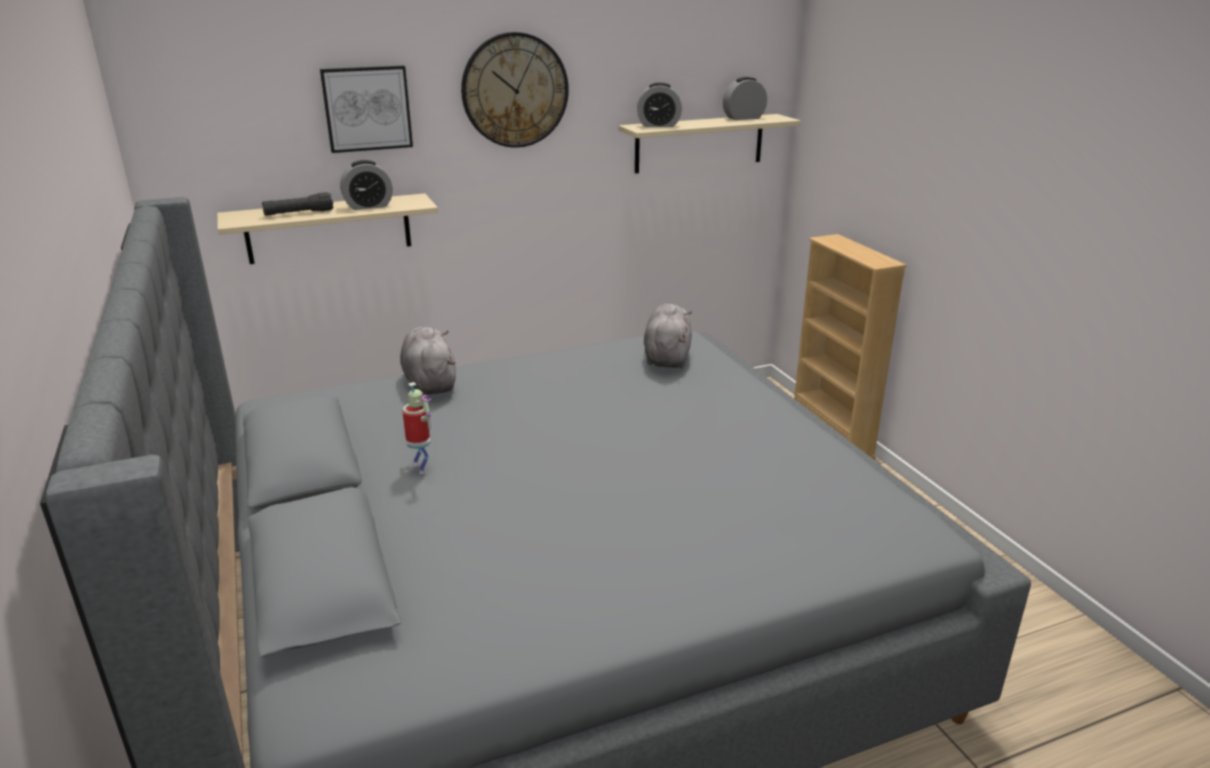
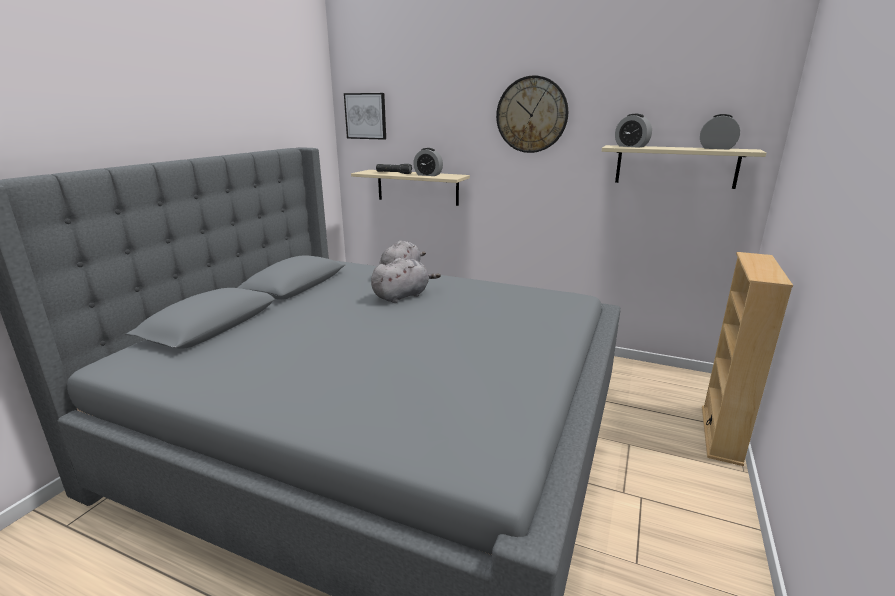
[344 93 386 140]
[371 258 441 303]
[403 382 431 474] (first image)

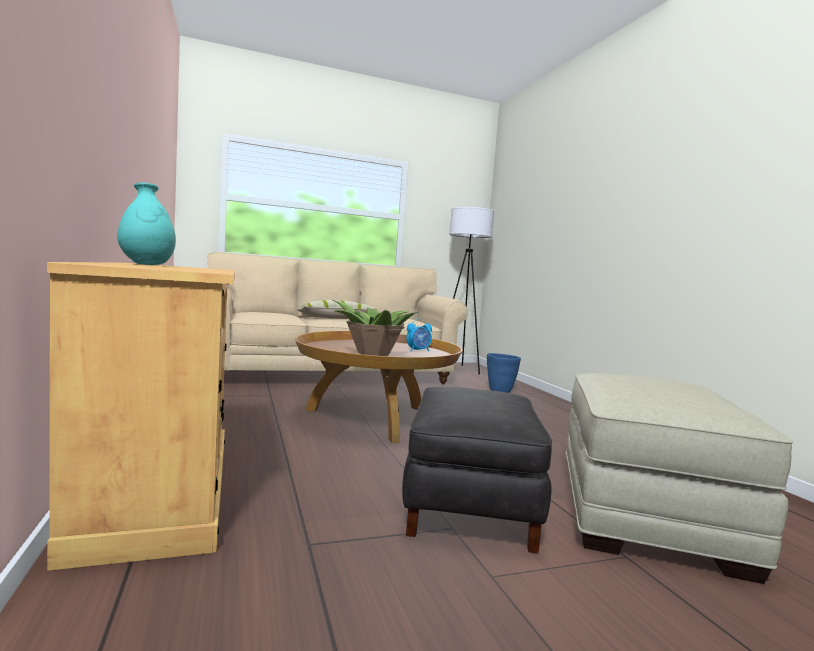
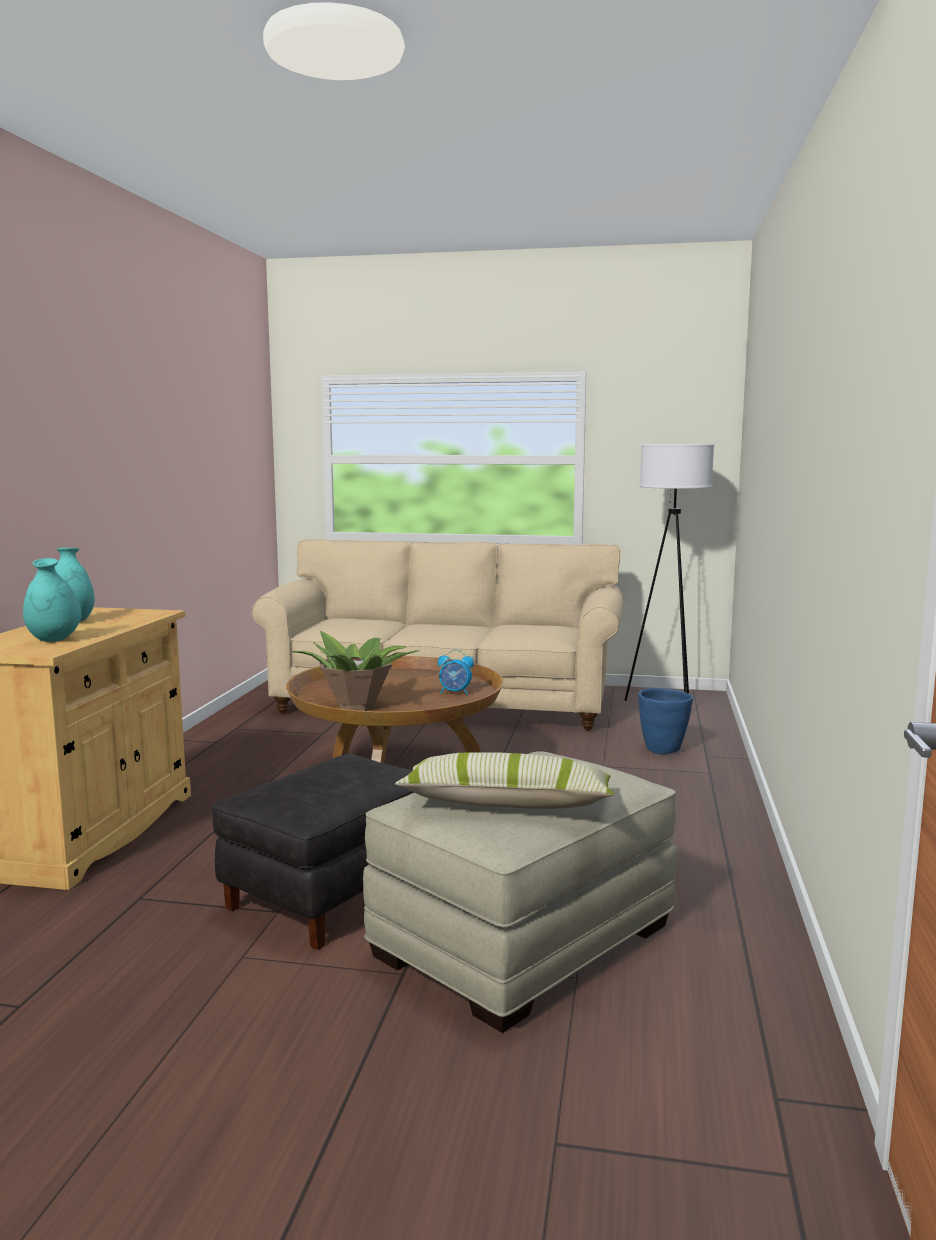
[23 558 82 642]
[395 752 614 809]

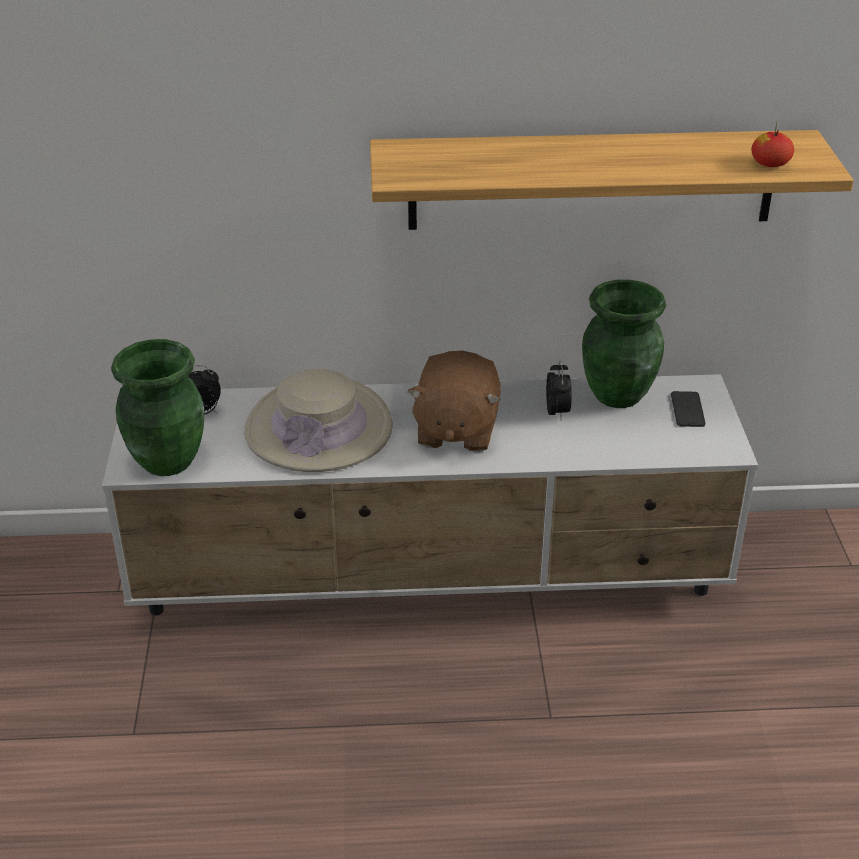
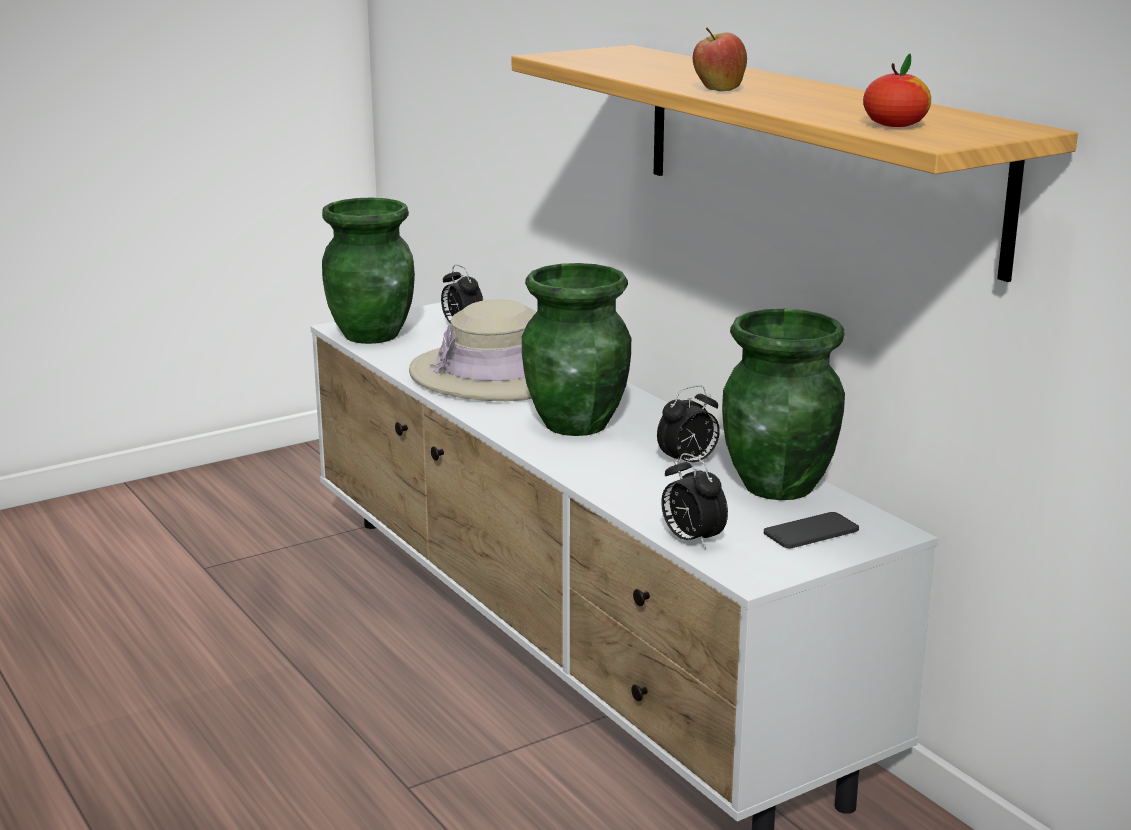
[522 263 631 436]
[661 453 728 550]
[693 27 747 92]

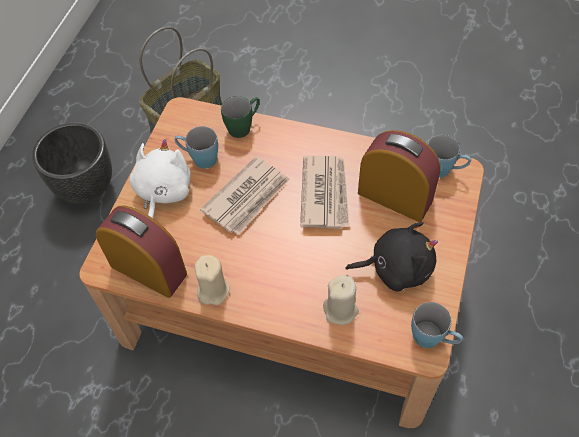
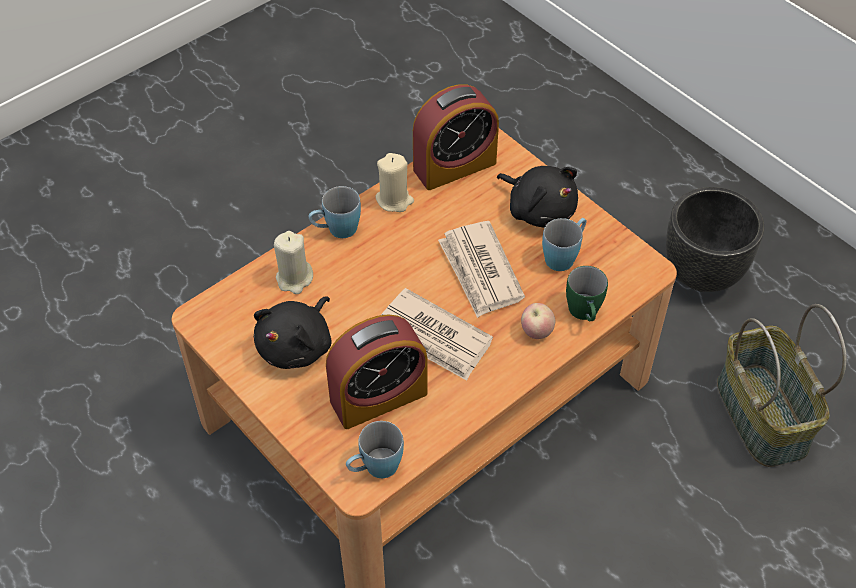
[309 186 361 238]
[497 166 578 228]
[521 303 555 339]

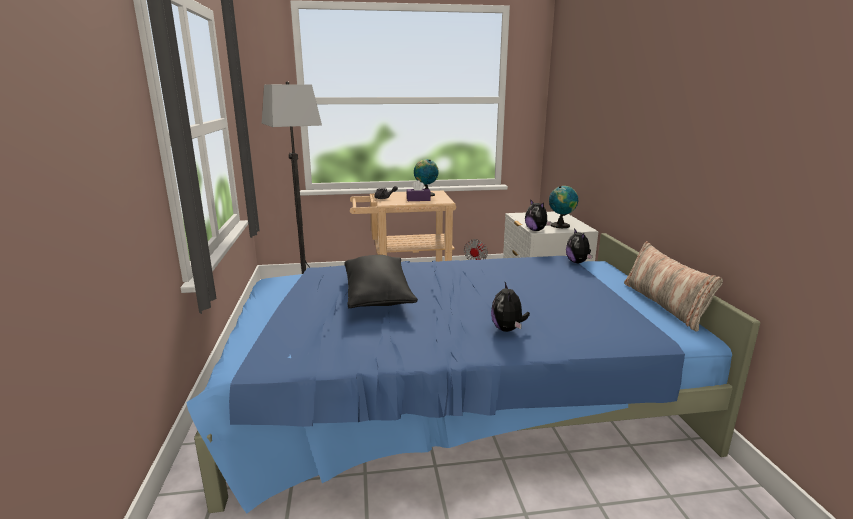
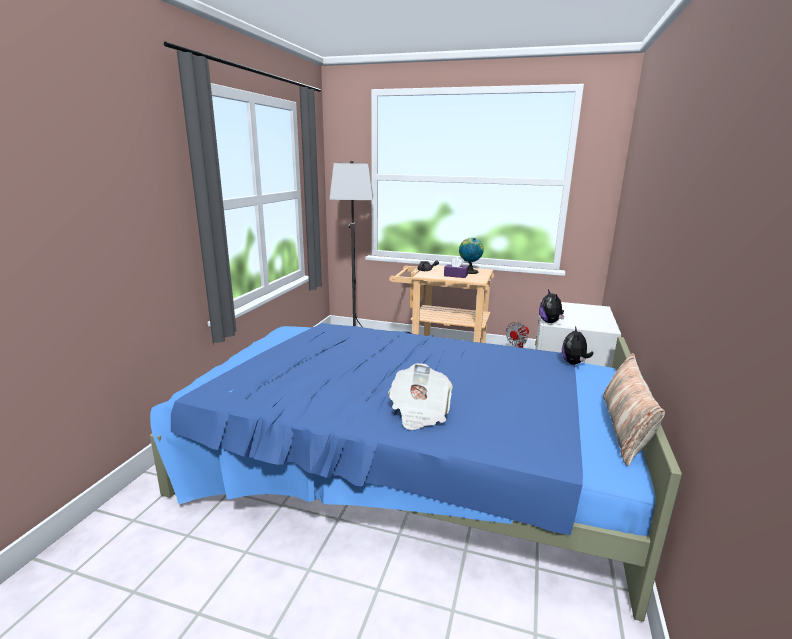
[388 363 453 430]
[344 255 418 308] (first image)
[549 186 578 228] (first image)

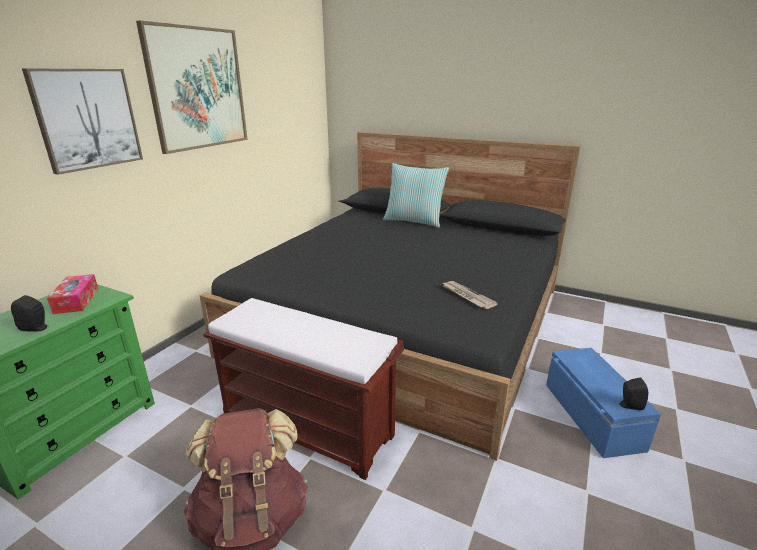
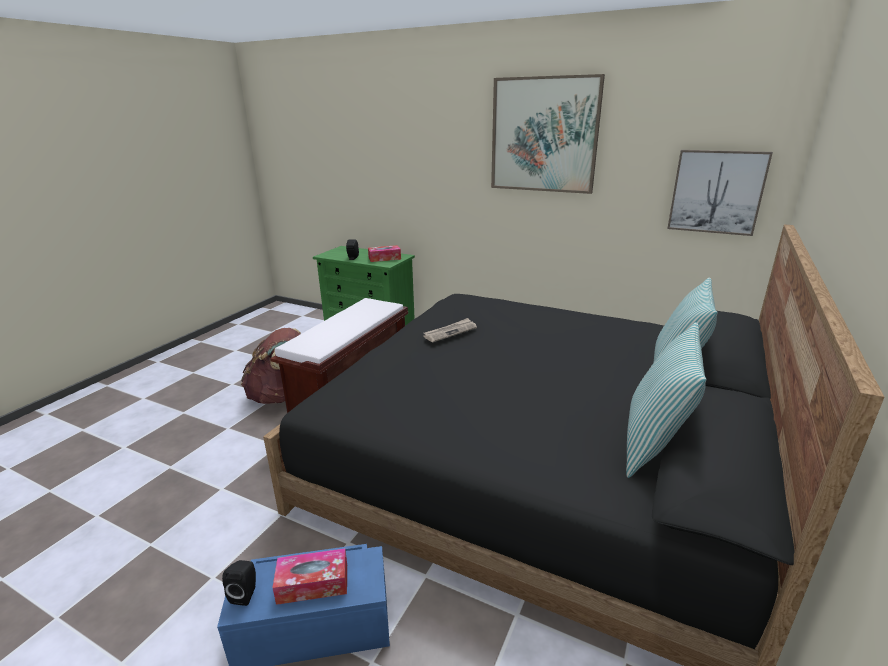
[273 548 347 605]
[423 318 477 342]
[626 322 706 478]
[667 150 773 236]

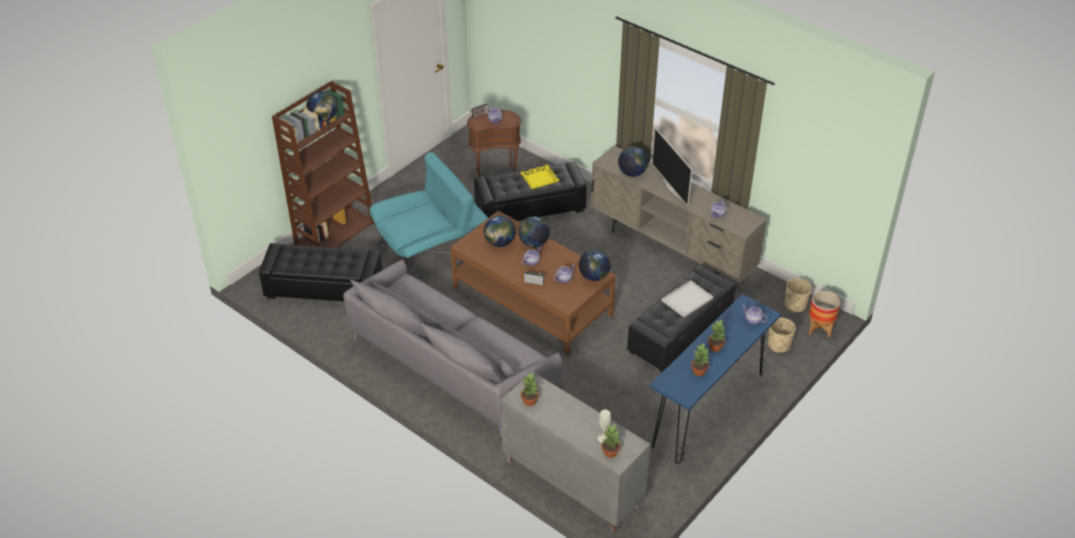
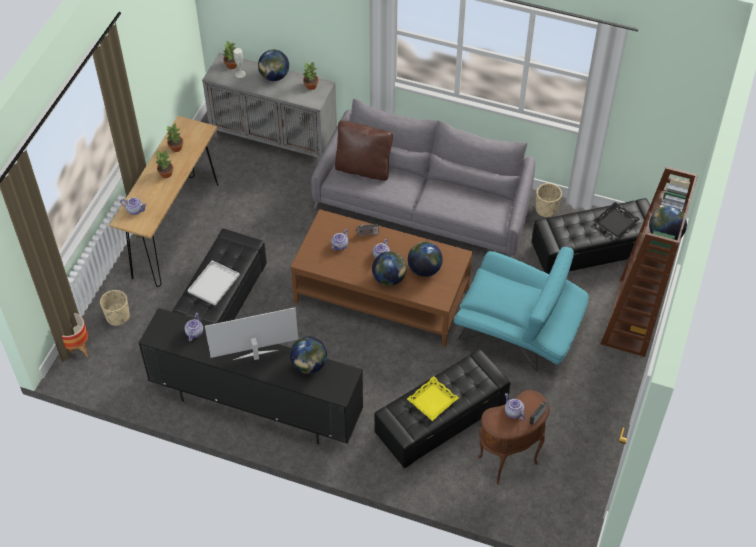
[109 116 218 287]
[138 308 363 445]
[205 307 298 360]
[258 49 289 81]
[335 120 393 181]
[454 247 589 372]
[536 183 562 217]
[593 202 640 238]

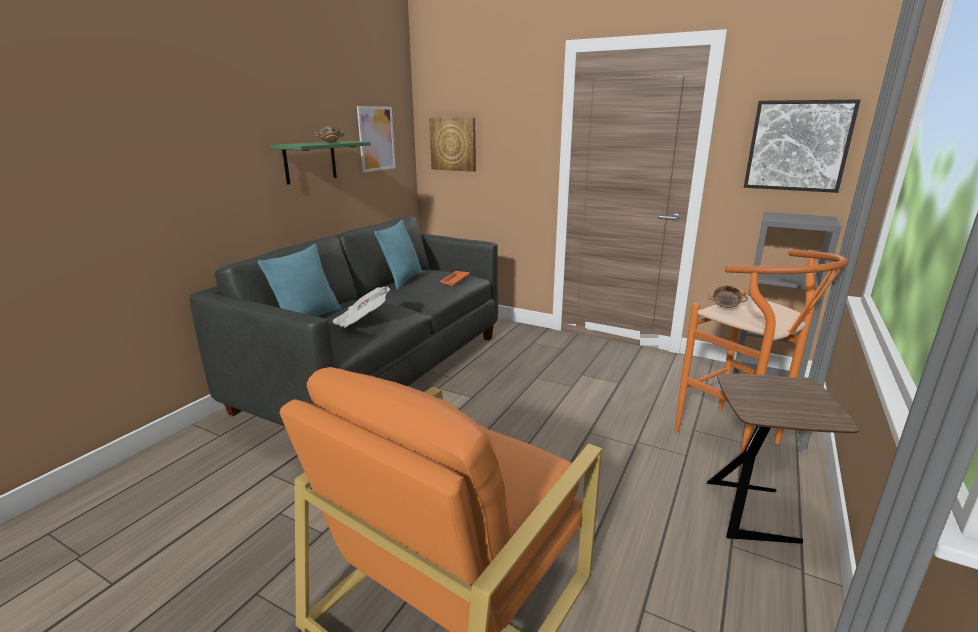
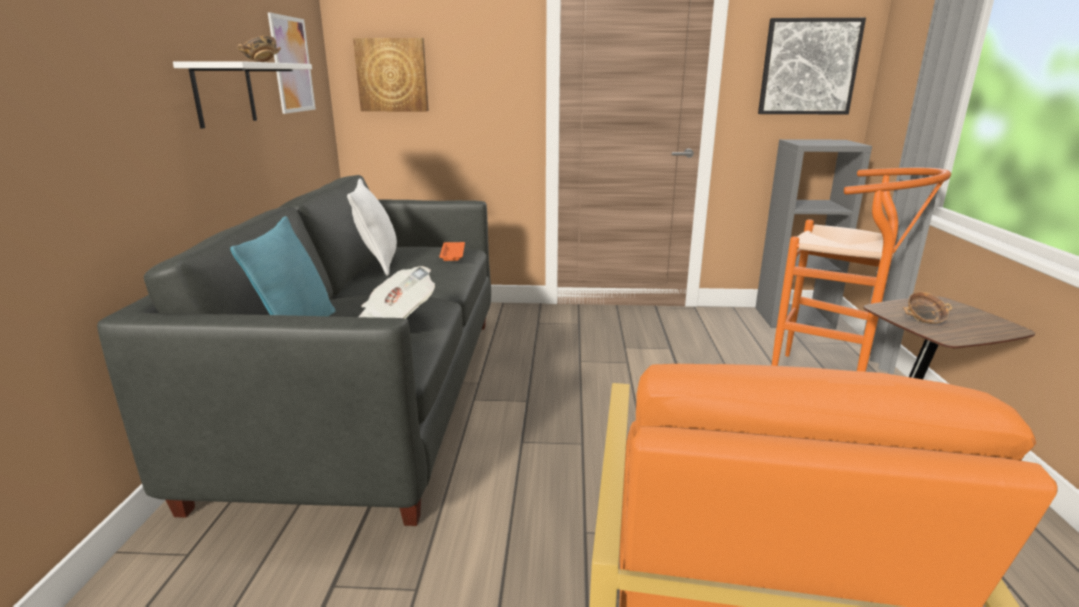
[173 61 312 128]
[347 178 397 276]
[903 292 953 324]

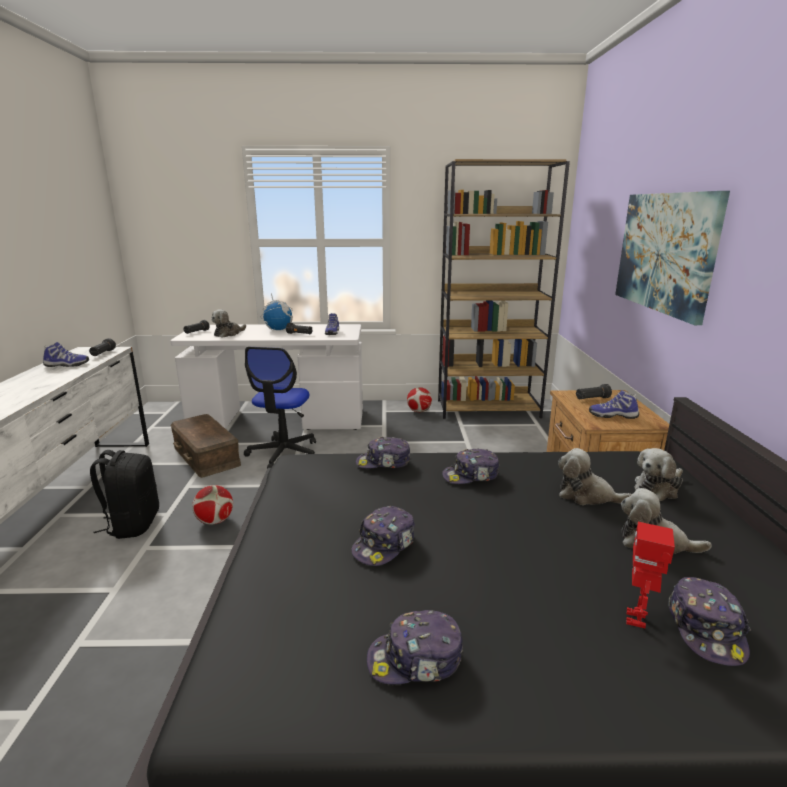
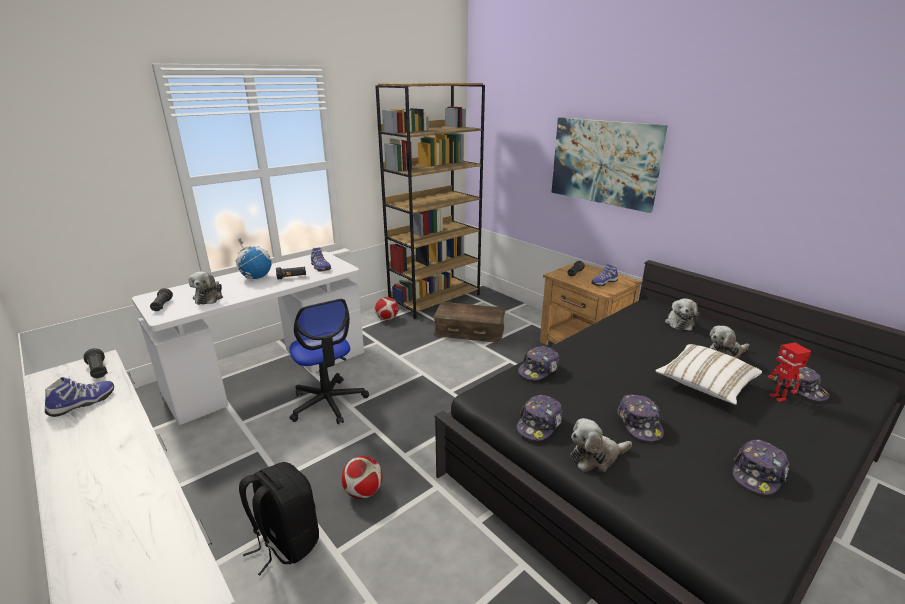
[434 302 506 343]
[517 395 562 441]
[570 418 632 472]
[655 344 762 405]

